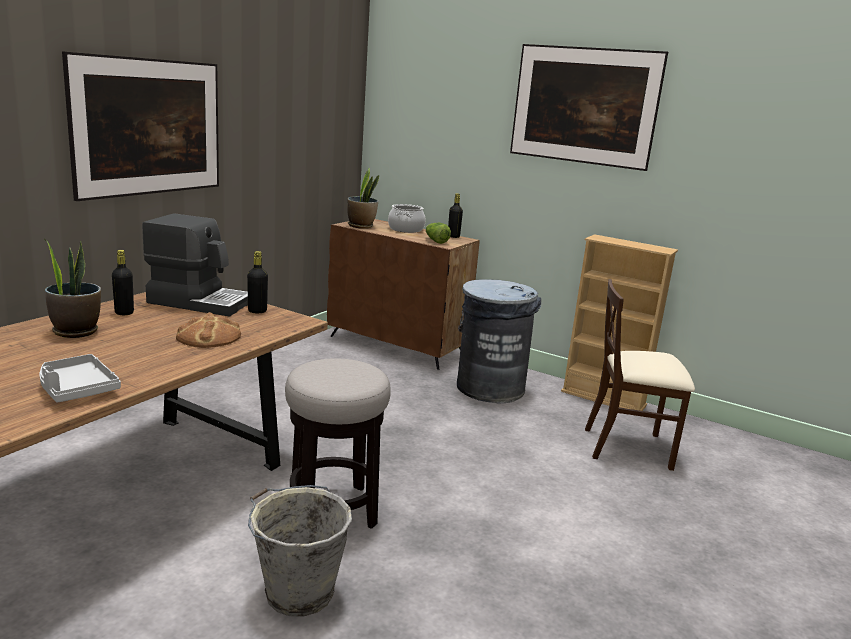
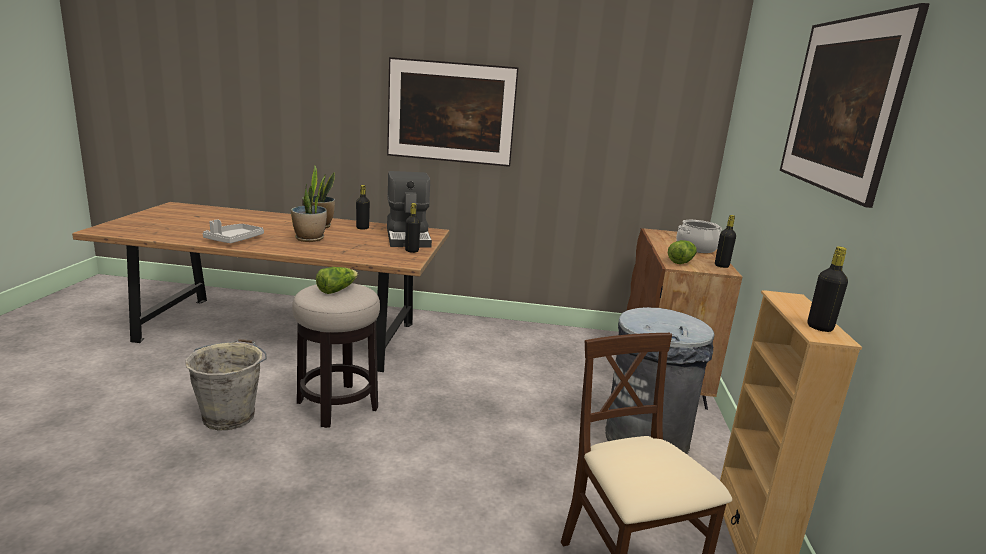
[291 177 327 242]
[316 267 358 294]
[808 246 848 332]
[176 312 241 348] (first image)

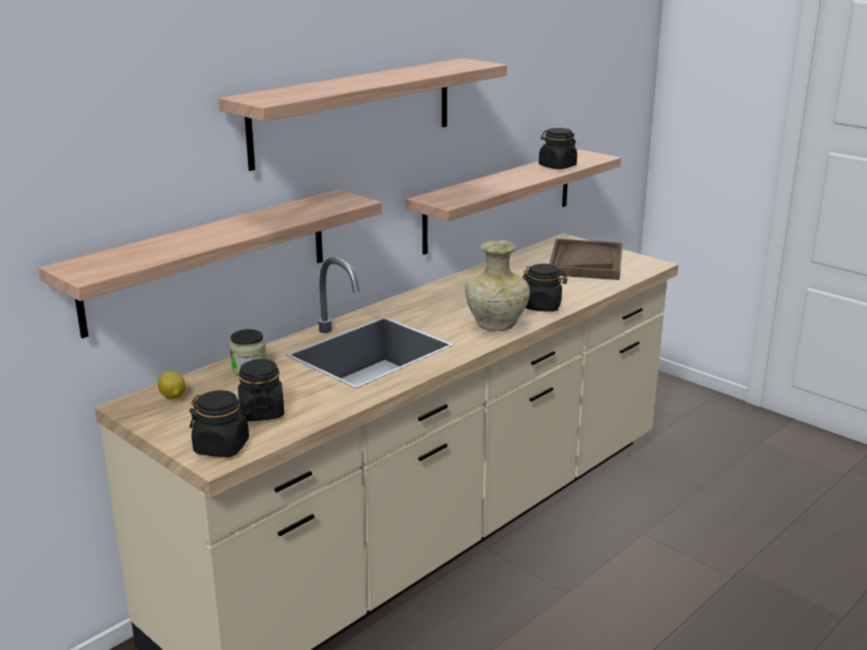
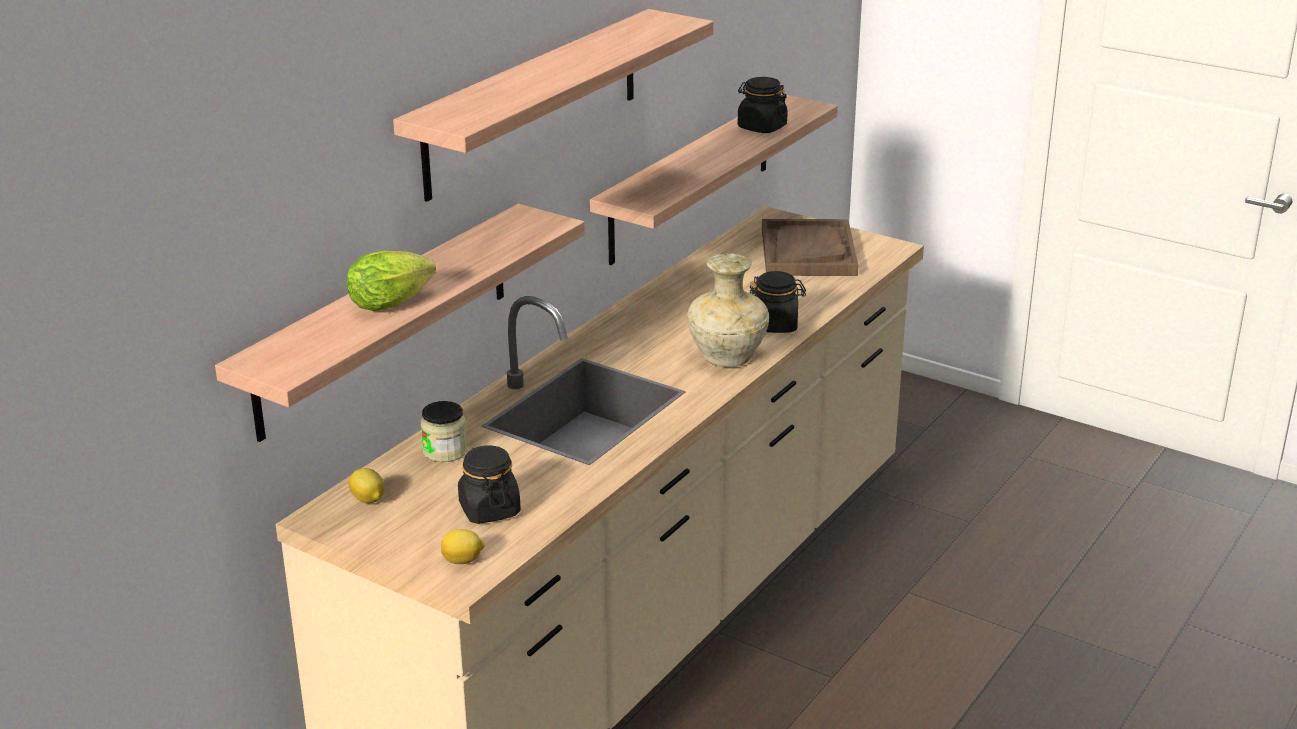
[347 251 436 311]
[441 529 485 564]

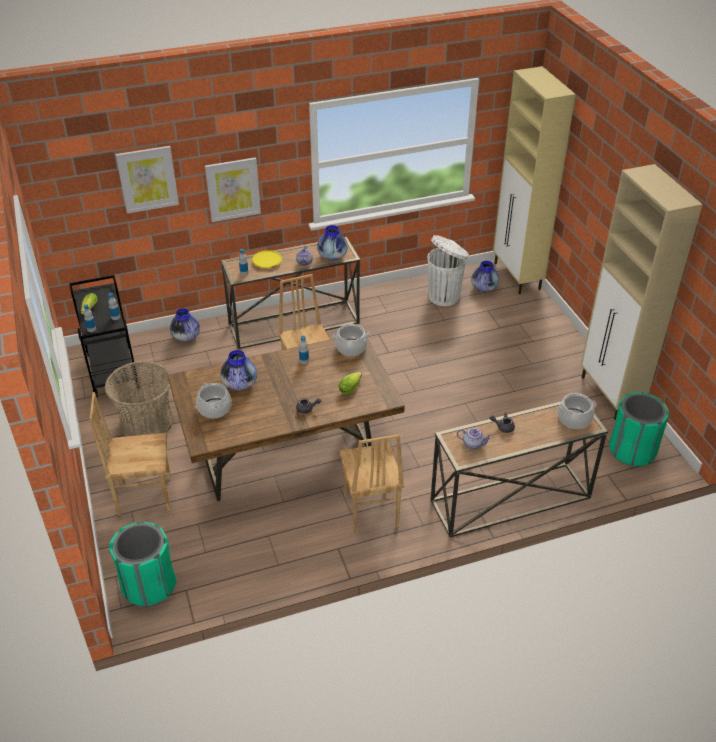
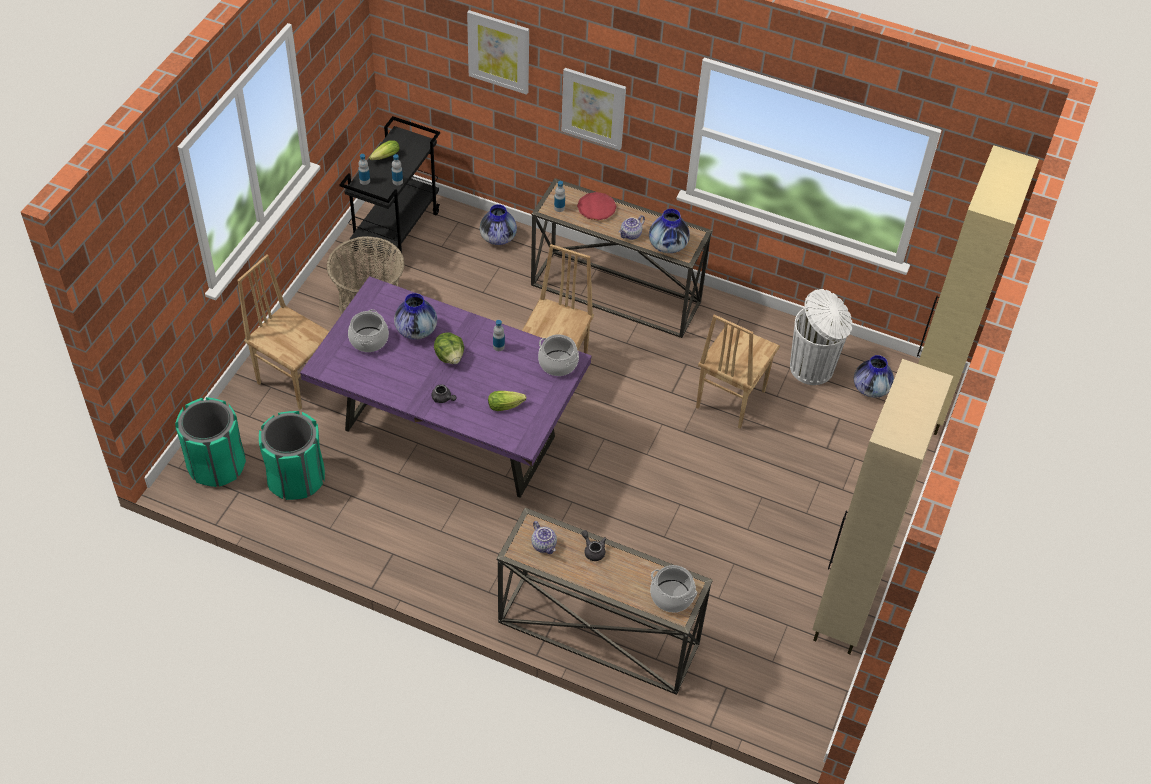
[259 411 325 500]
[300 276 591 498]
[434 332 464 364]
[577 192 617 220]
[696 315 780 429]

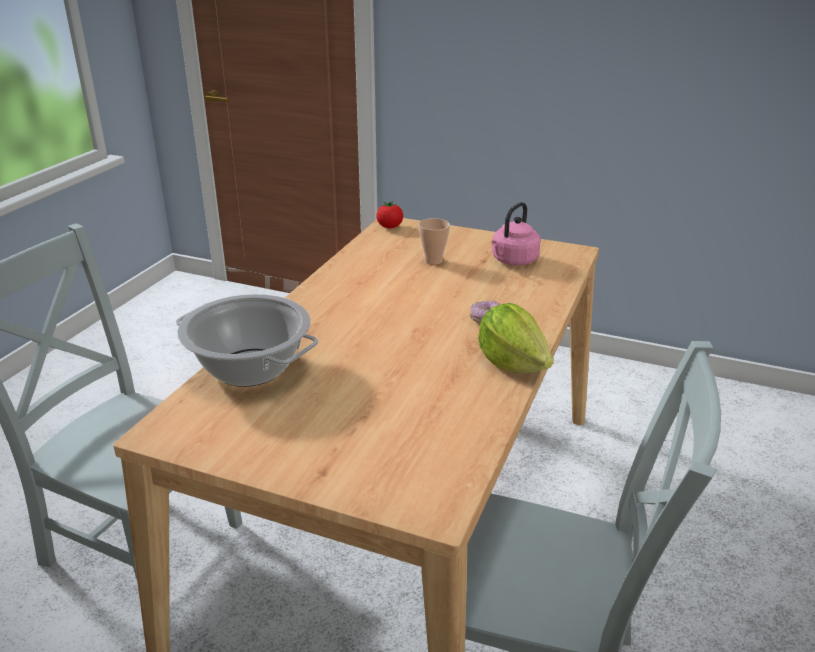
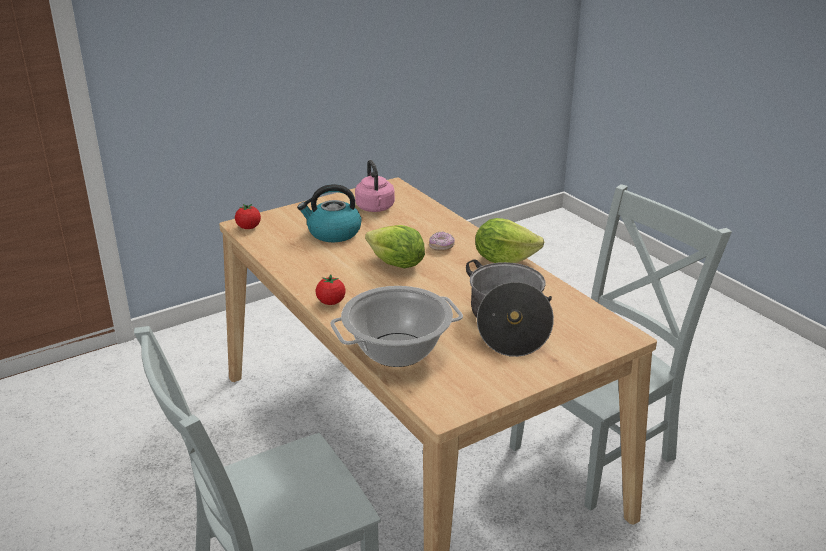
[297 184 361 242]
[315 275 346 305]
[365 225 425 268]
[466 259 554 357]

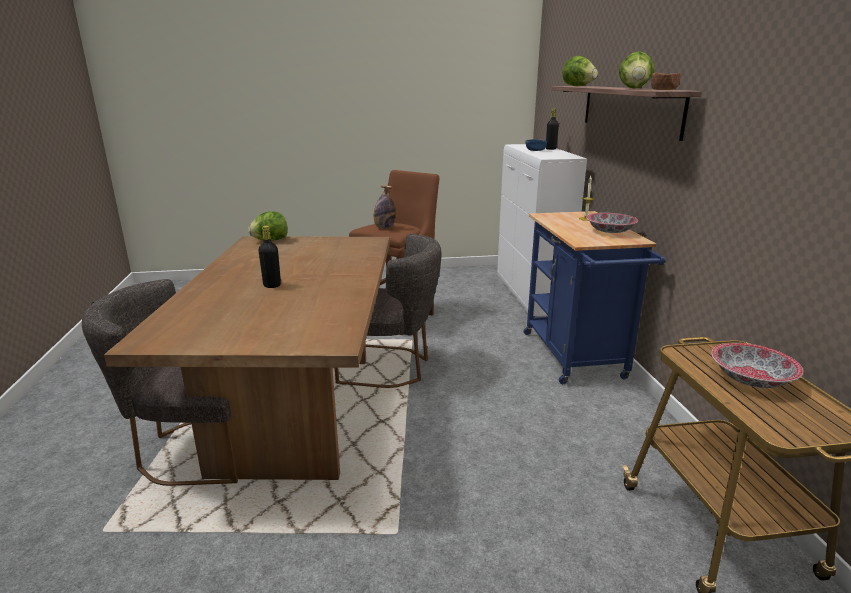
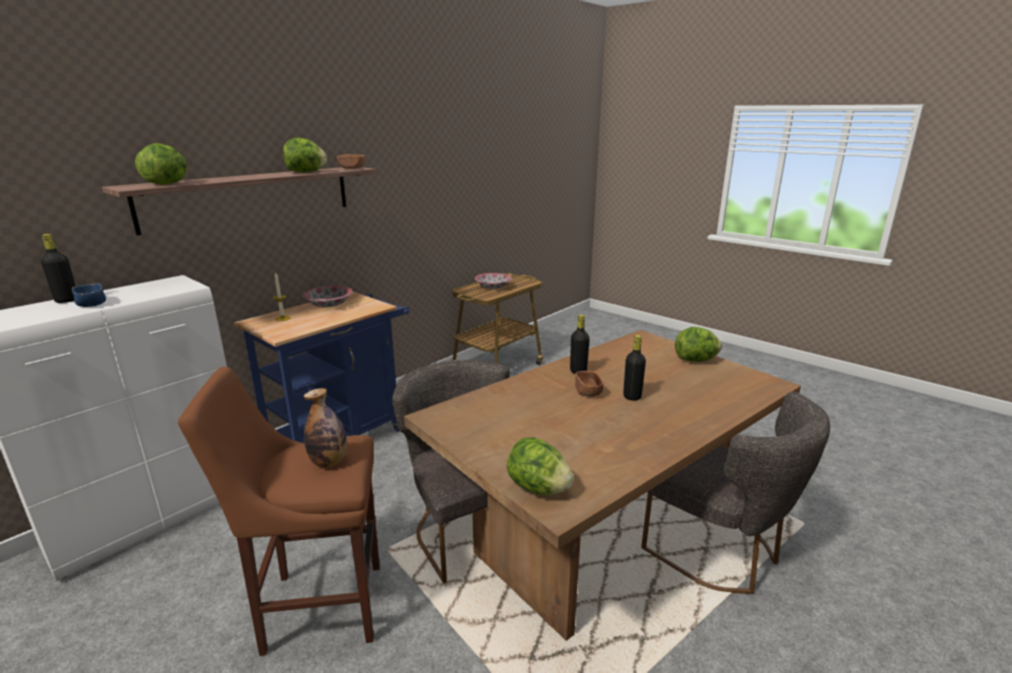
[570 314 590 374]
[575 371 604 397]
[675 327 722 362]

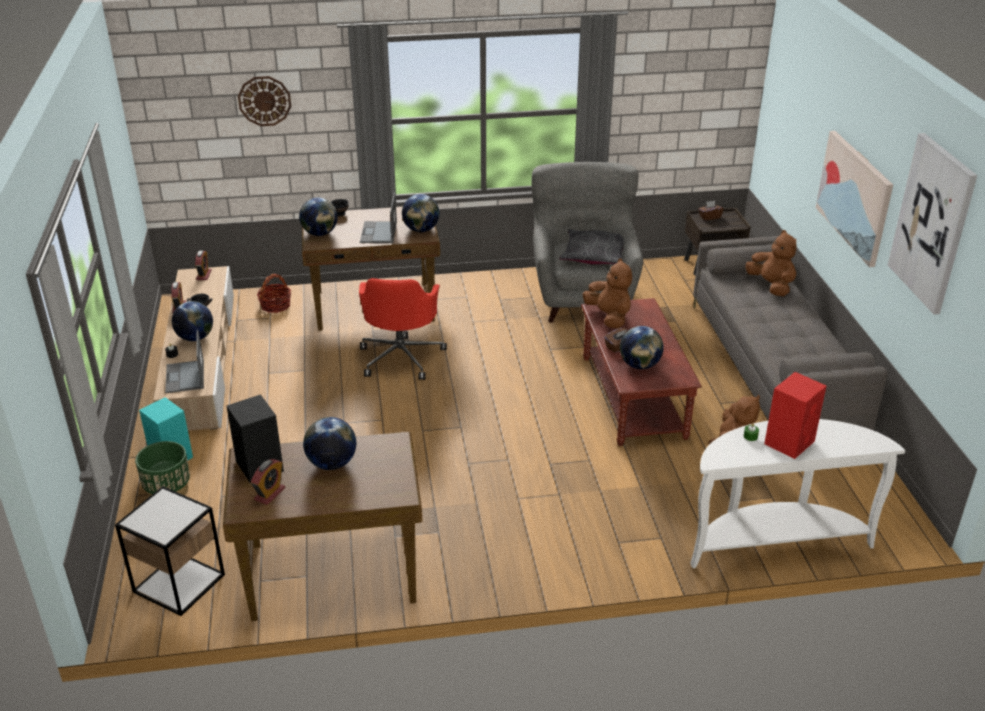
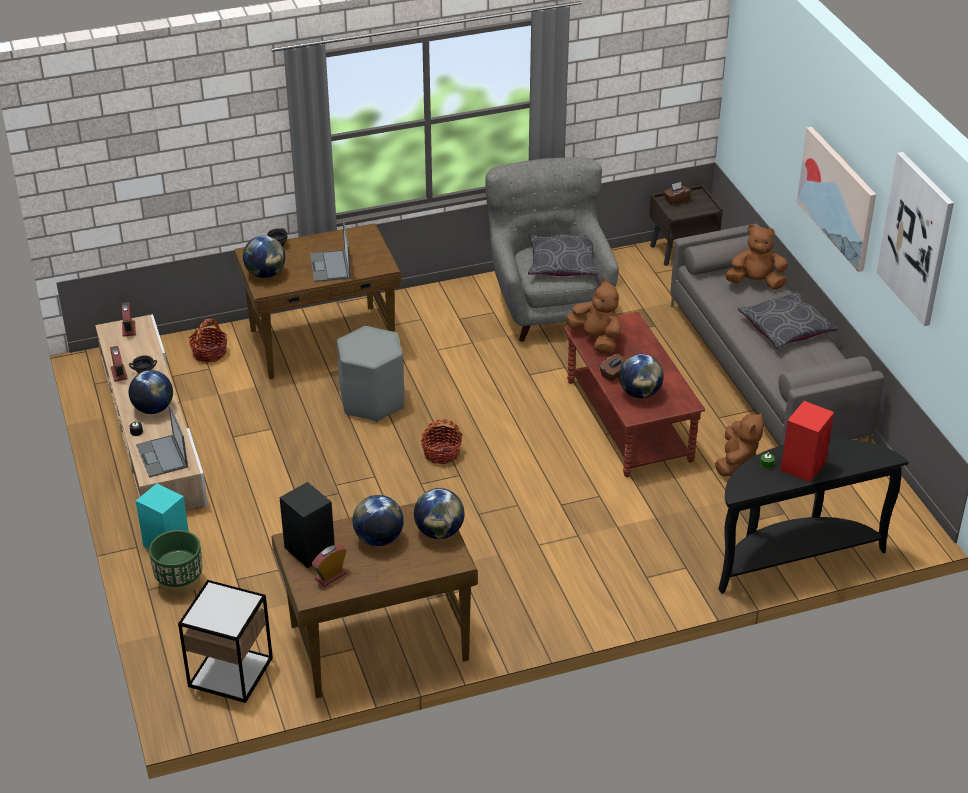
[312 545 347 587]
[337 326 405 422]
[414 488 464 539]
[420 419 463 464]
[718 438 908 594]
[725 225 788 290]
[738 291 838 349]
[238 76 291 126] (first image)

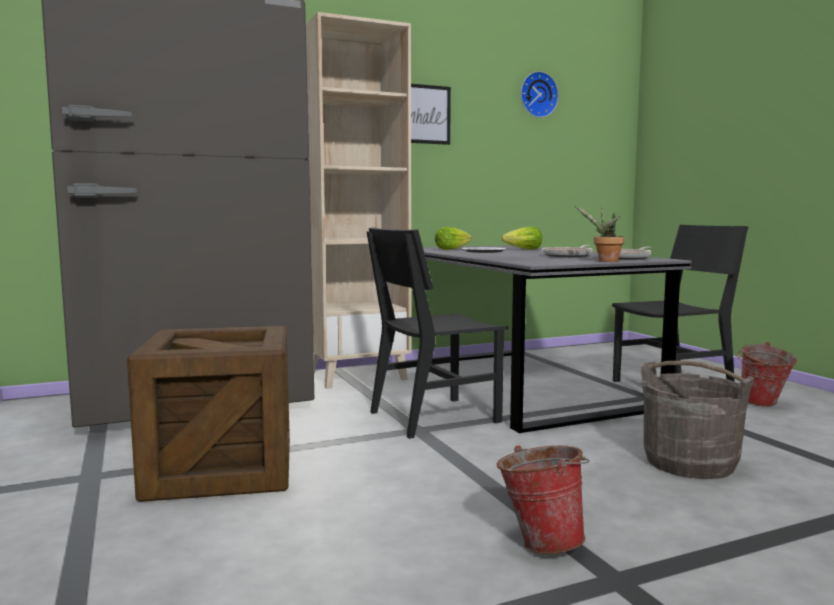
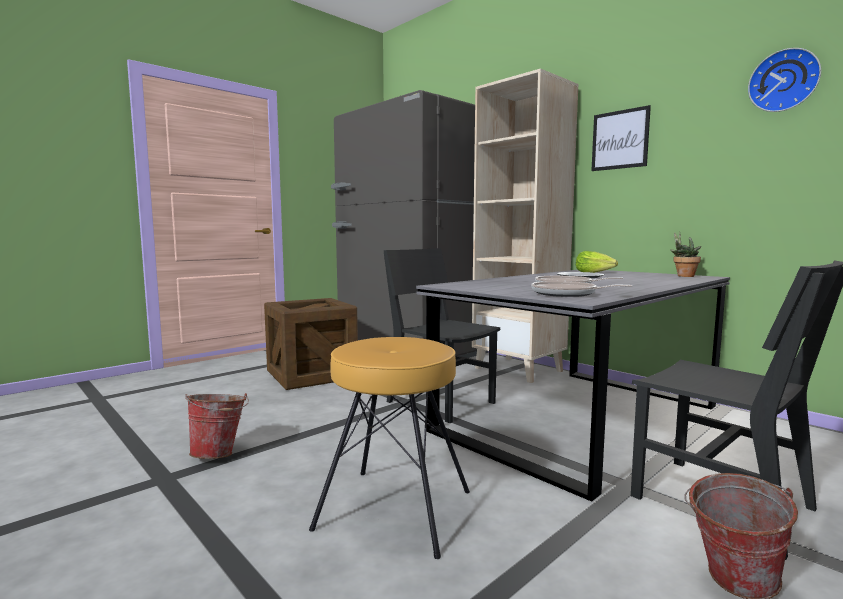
[309 337 470 559]
[670 232 701 277]
[501 226 542 249] (first image)

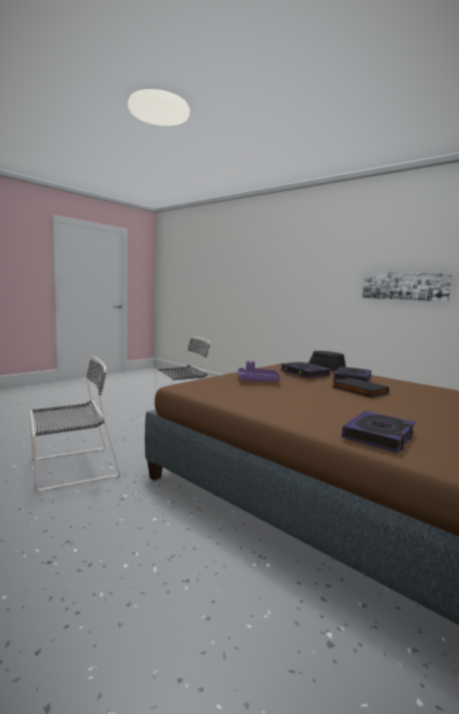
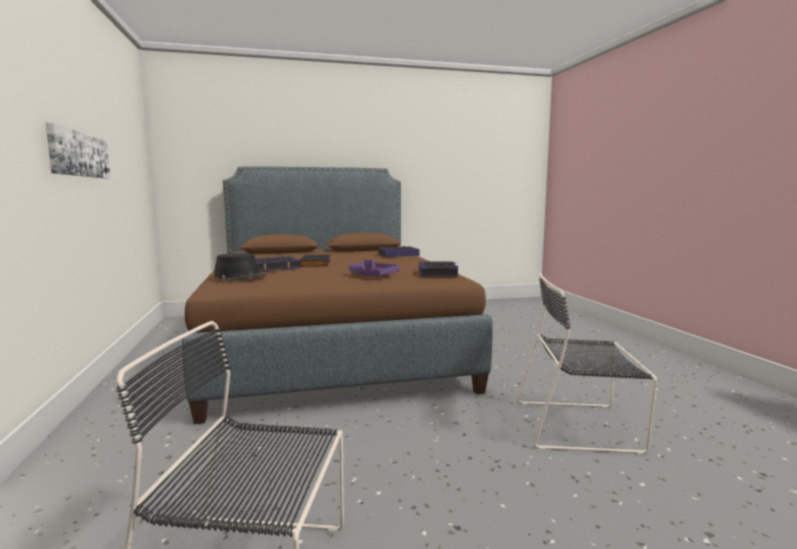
[419 262 458 277]

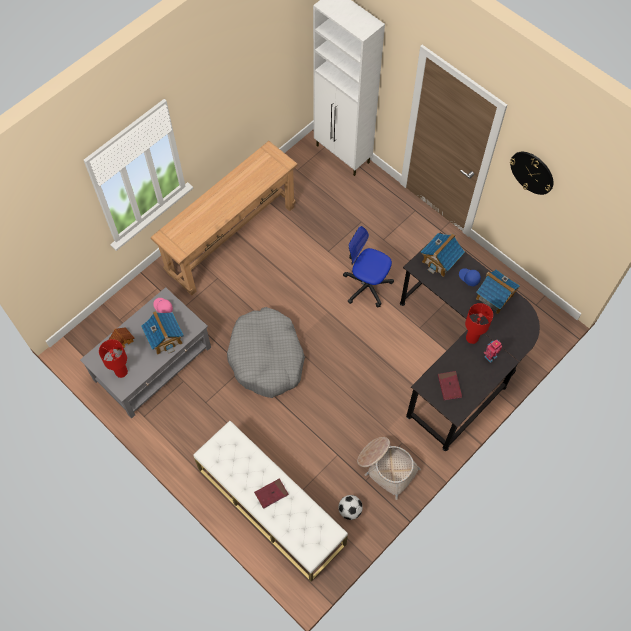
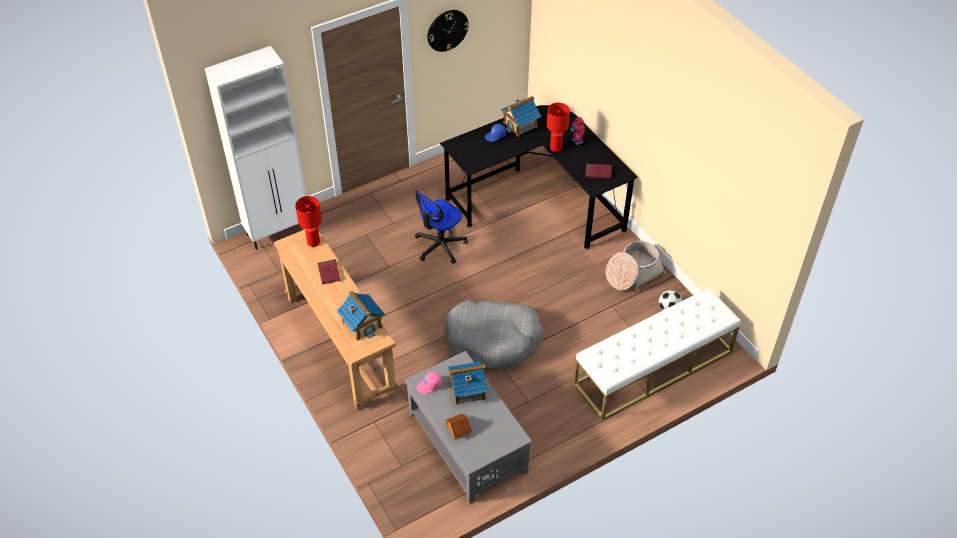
[295 196 322 247]
[318 259 341 284]
[337 291 385 341]

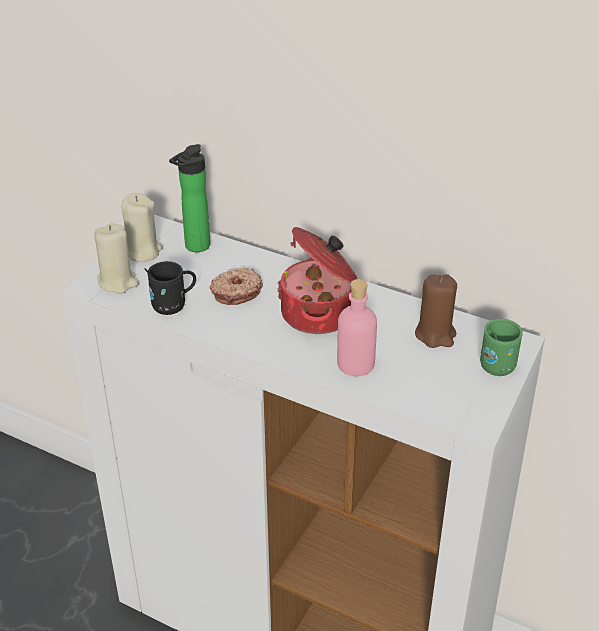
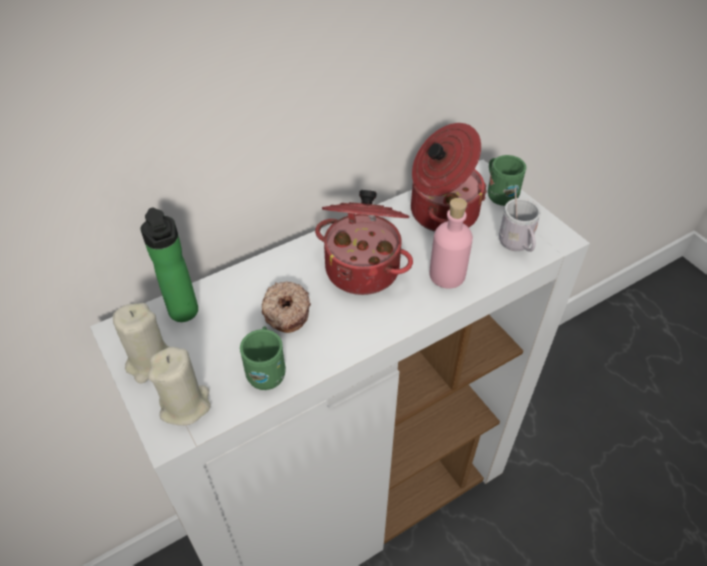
[240 326 286 390]
[411 123 487 232]
[499 187 541 252]

